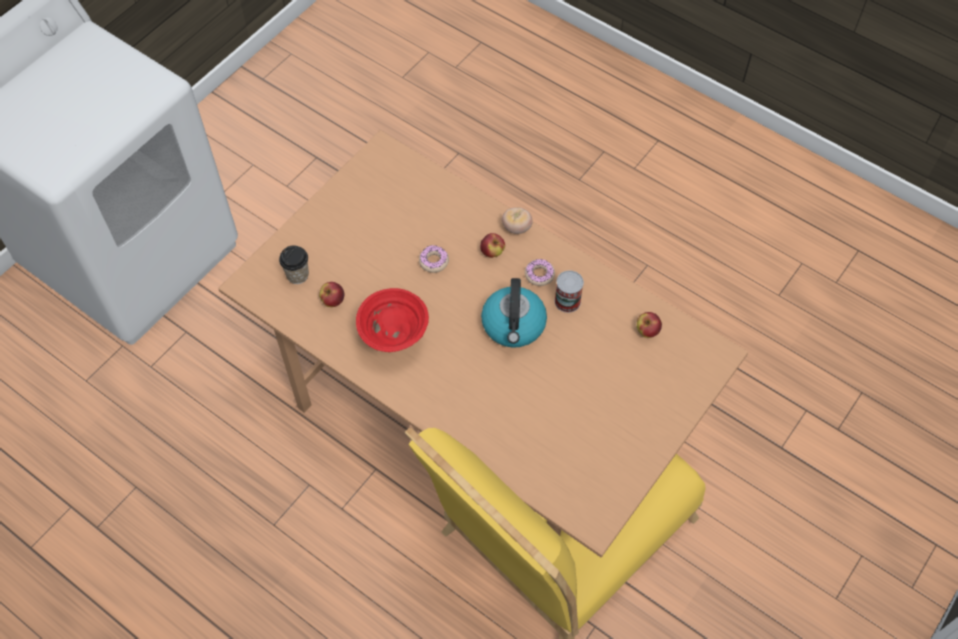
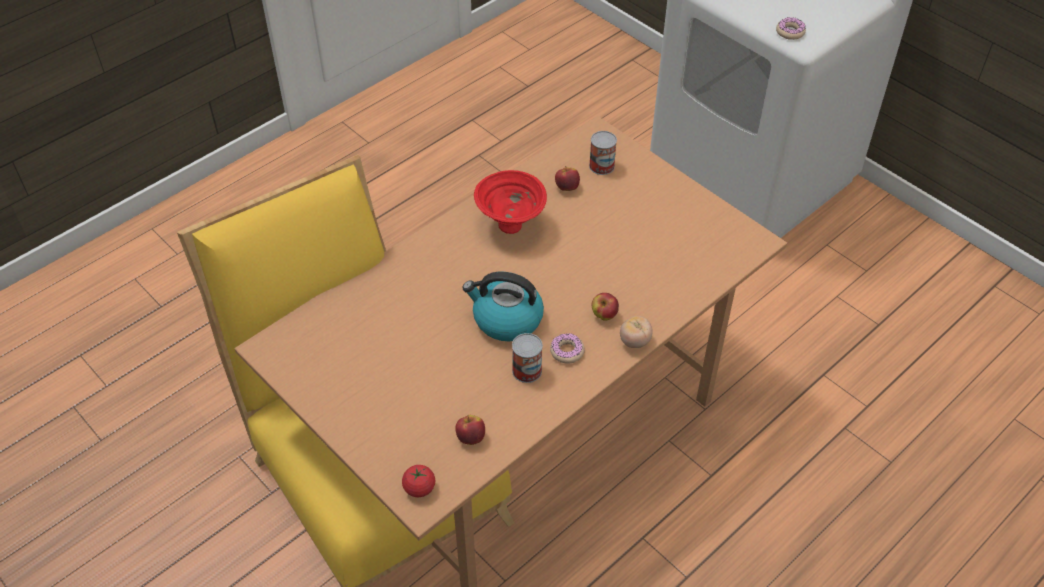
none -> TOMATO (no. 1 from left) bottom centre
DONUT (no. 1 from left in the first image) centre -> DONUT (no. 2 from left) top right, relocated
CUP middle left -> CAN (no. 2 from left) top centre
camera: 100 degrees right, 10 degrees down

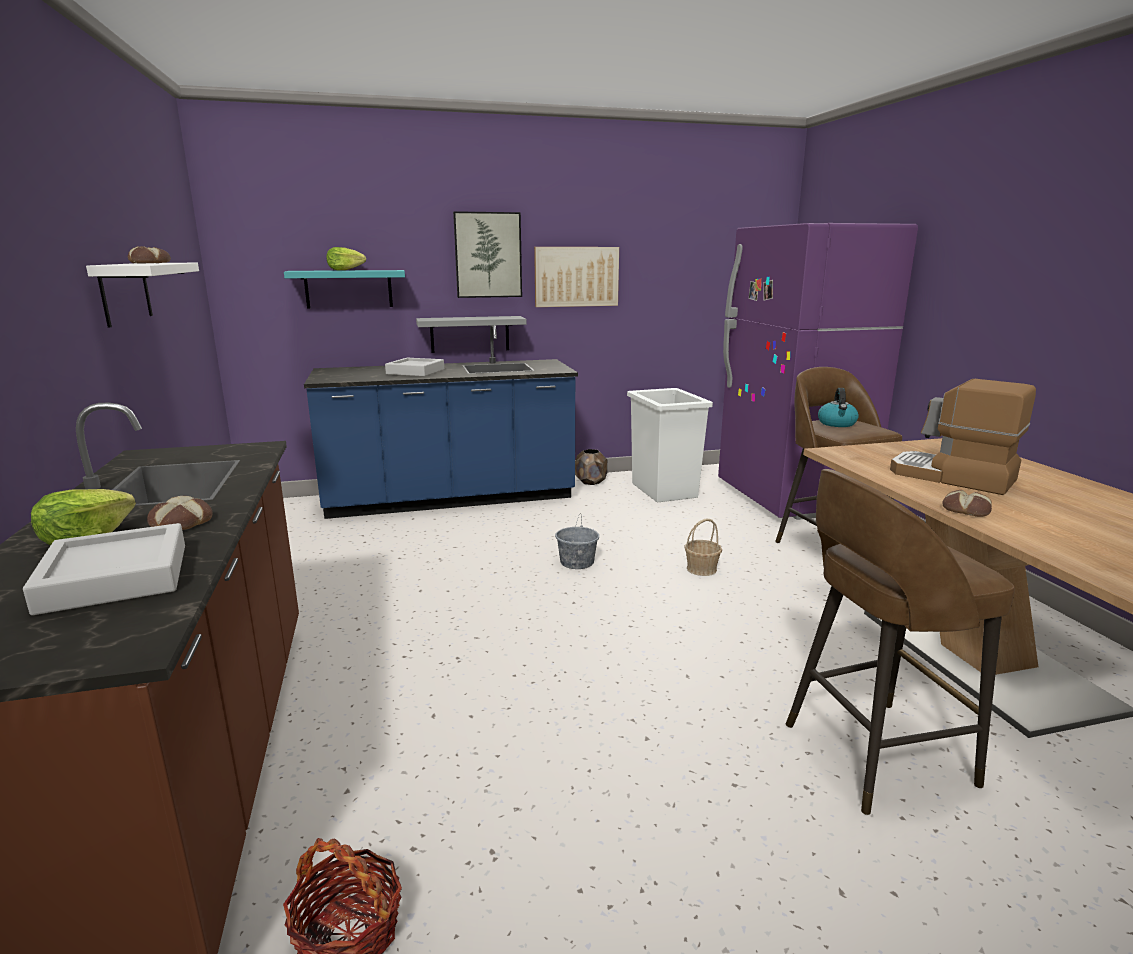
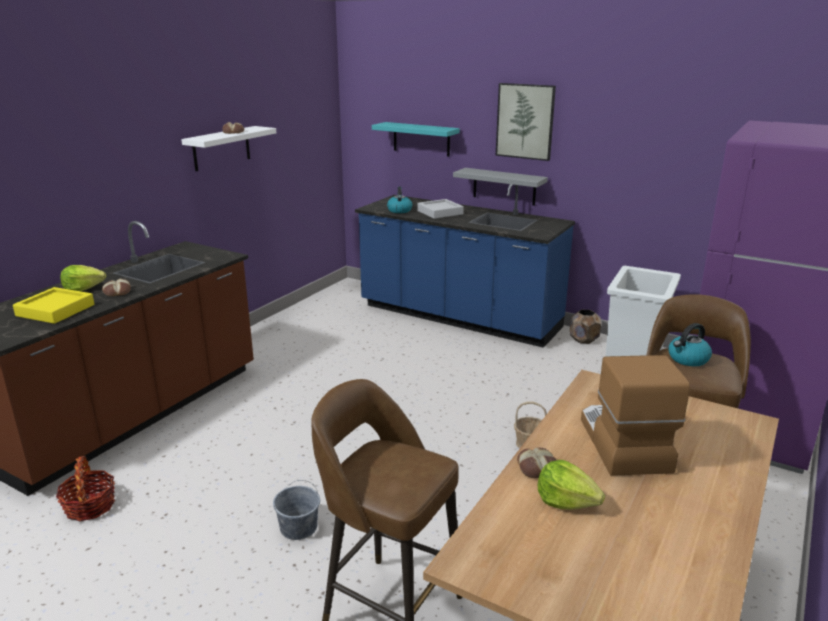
PICTURE (no. 2 from left) top centre -> none
none -> KETTLE (no. 1 from left) top centre
LETTUCE (no. 2 from left) top left -> LETTUCE (no. 2 from left) bottom right, relocated
GREY BUCKET centre -> GREY BUCKET bottom centre, relocated
GREY TRAY (no. 1 from left) middle left -> YELLOW TRAY middle left
camera: 45 degrees right, 5 degrees up

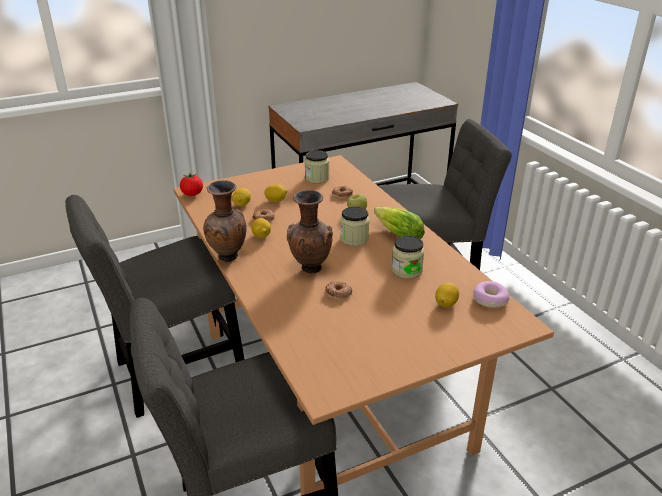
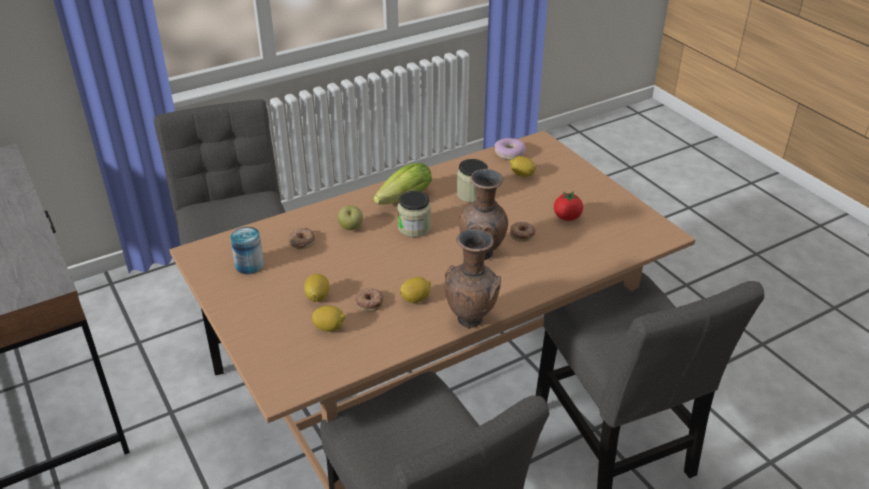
TOMATO middle left -> TOMATO centre, relocated
JAR (no. 1 from left) centre -> CAN middle left
camera: 95 degrees left, 5 degrees up

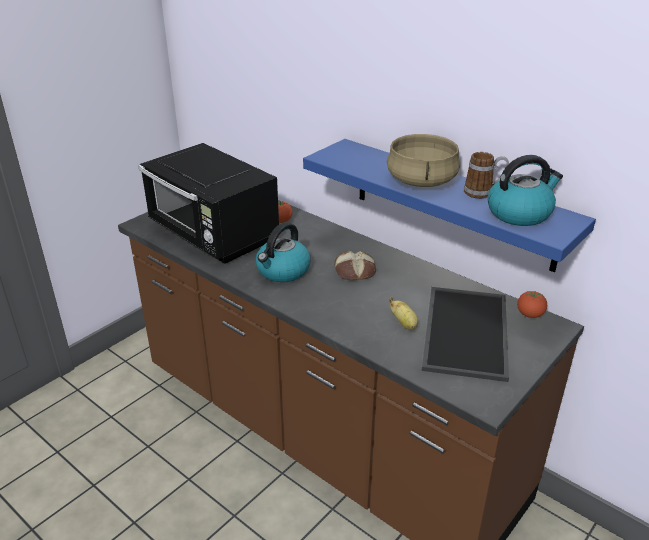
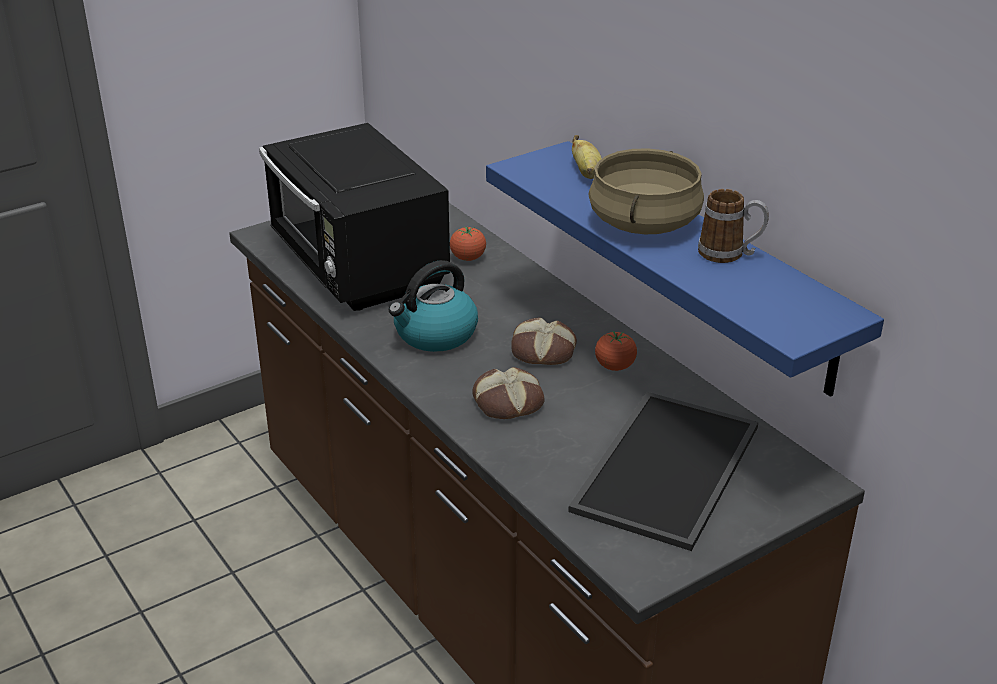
KETTLE (no. 2 from left) middle right -> none
none -> BREAD (no. 1 from left) centre
BANANA centre -> BANANA top centre, relocated
TOMATO (no. 2 from left) middle right -> TOMATO (no. 2 from left) centre, relocated
camera: 15 degrees right, 0 degrees up

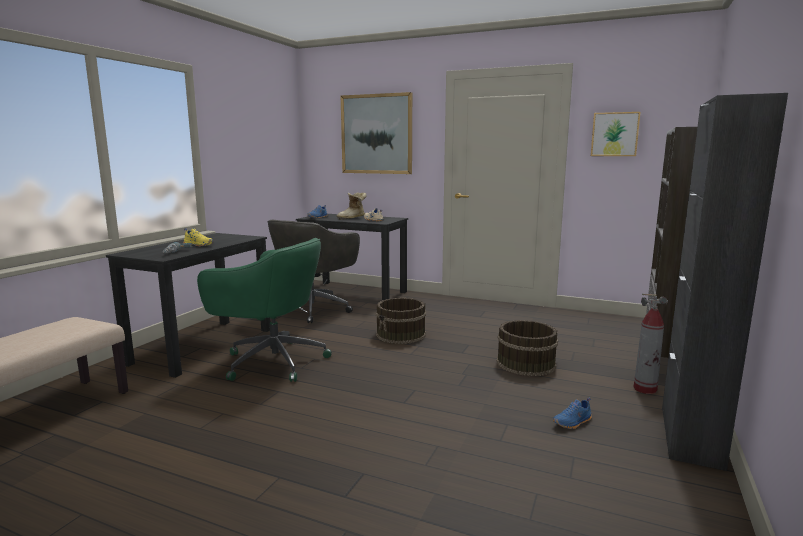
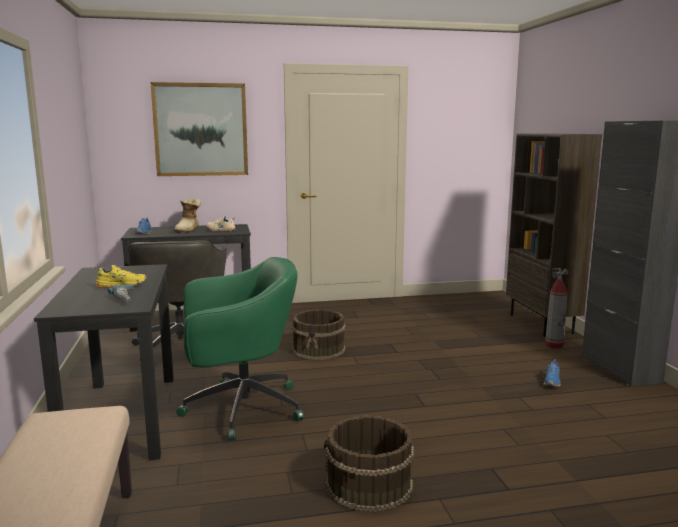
PICTURE (no. 2 from left) top right -> none
BROWN BUCKET (no. 2 from left) centre -> BROWN BUCKET (no. 2 from left) bottom centre, relocated
camera: 35 degrees left, 0 degrees up

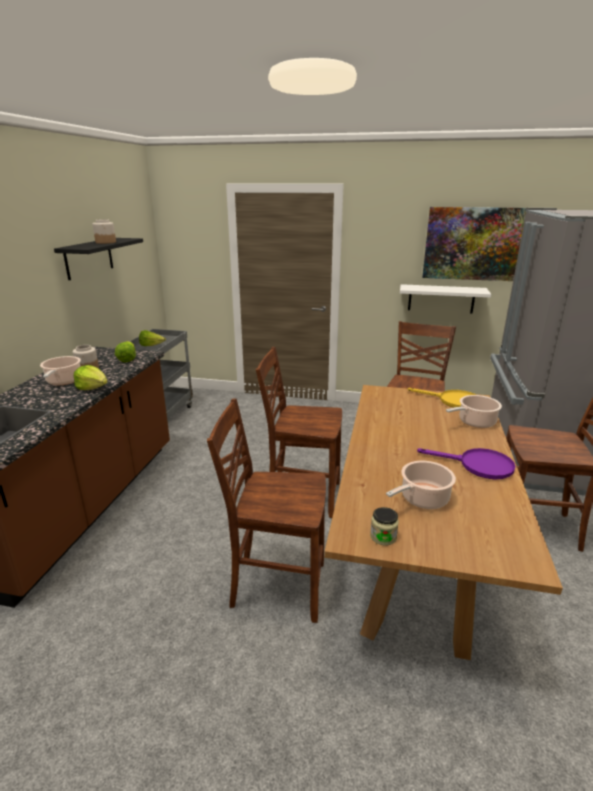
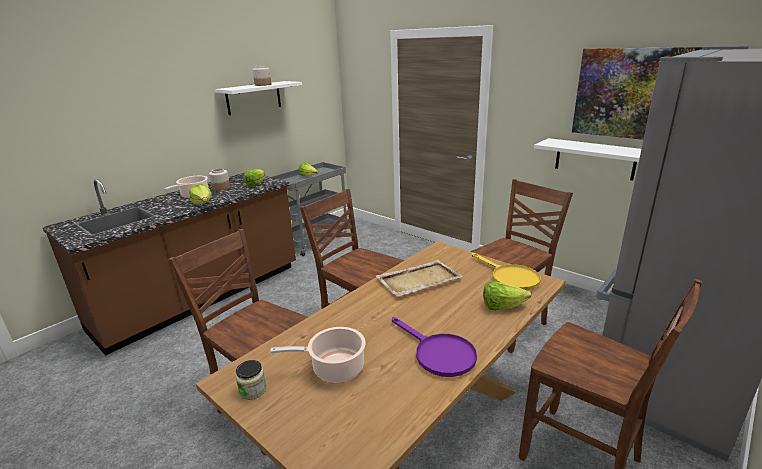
none -> BEIGE TRAY centre
COOKING POT (no. 3 from left) middle right -> LETTUCE (no. 4 from left) centre
BLACK SHELF top left -> WHITE SHELF (no. 1 from left) top centre
camera: 30 degrees right, 0 degrees up

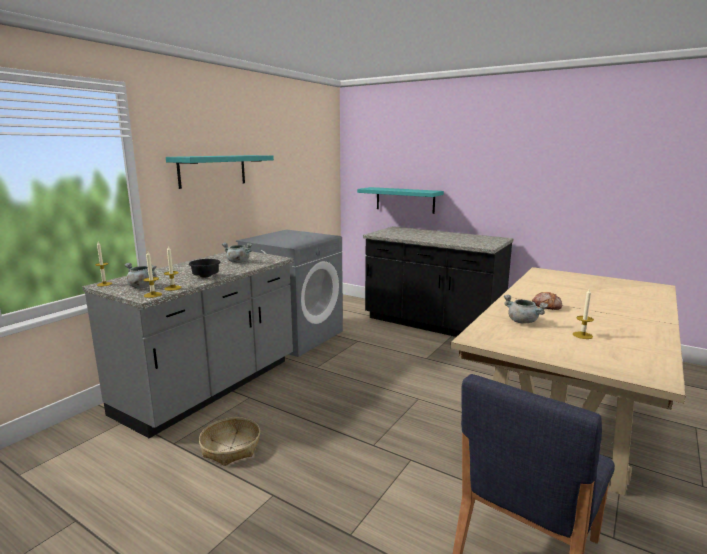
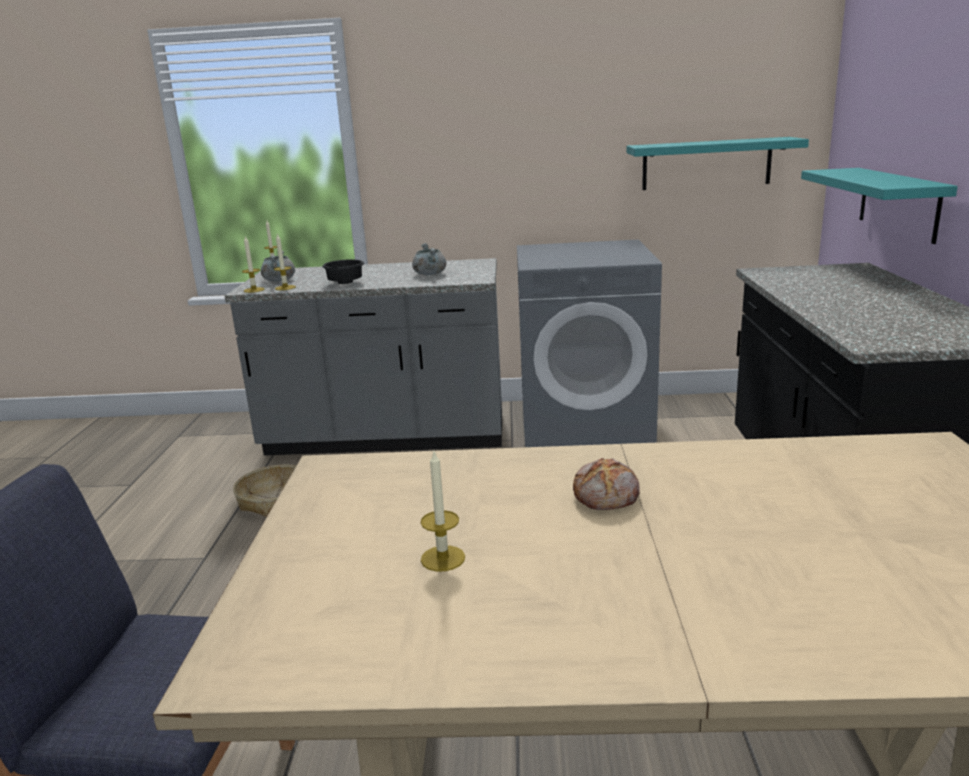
GREY COOKING POT (no. 3 from left) middle right -> none
TURQUOISE SHELF (no. 1 from left) top left -> TURQUOISE SHELF (no. 1 from left) top right, relocated
camera: 60 degrees right, 5 degrees up

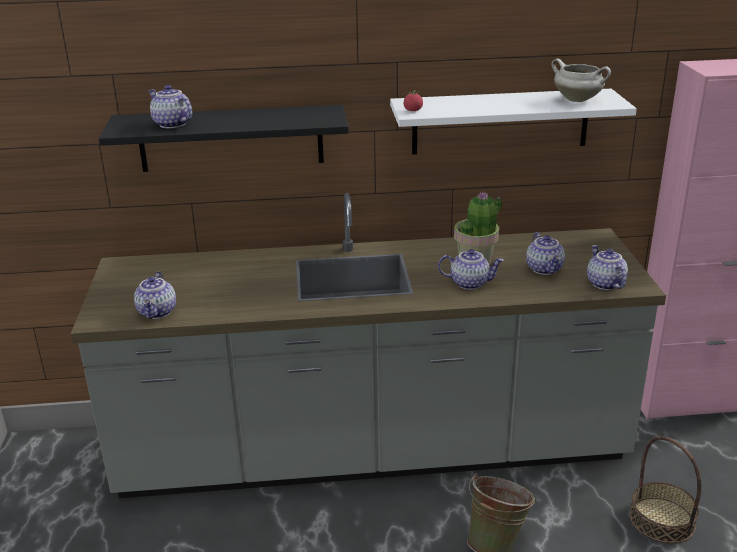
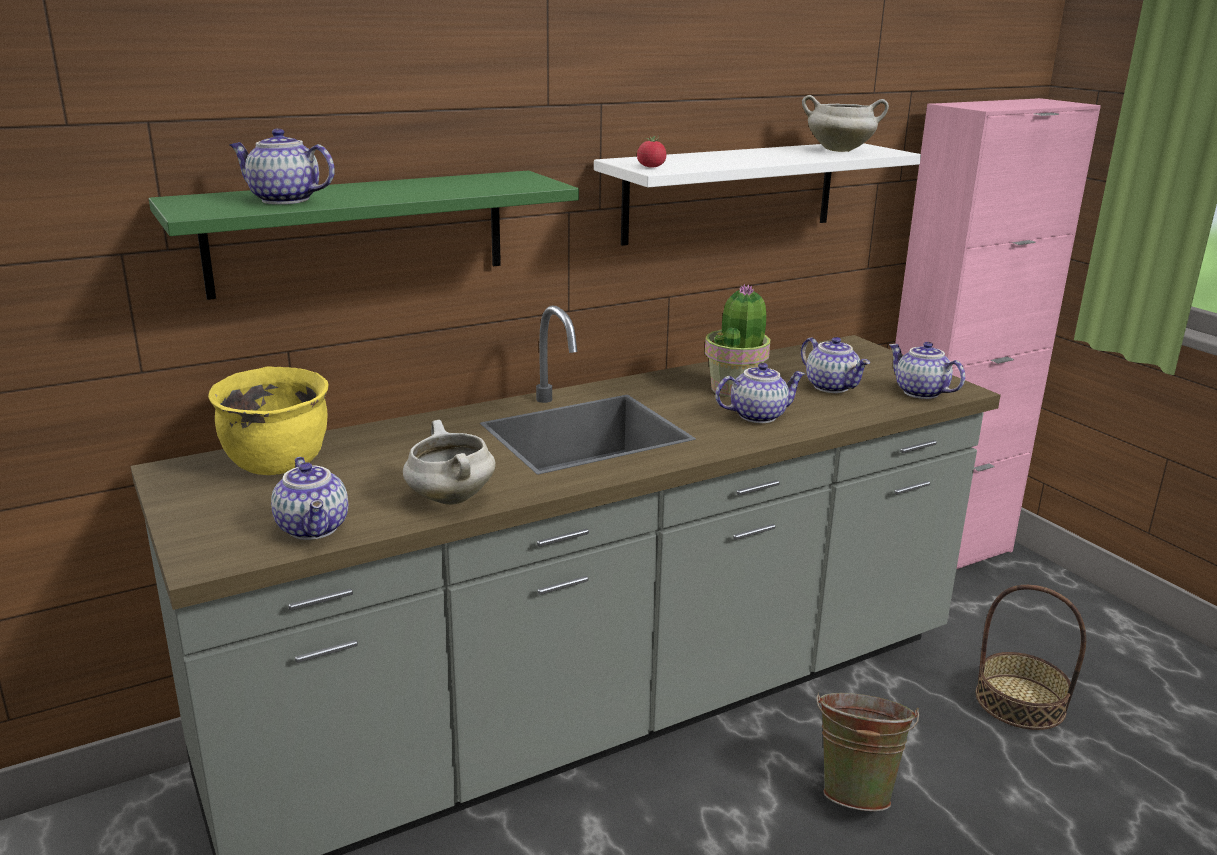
none -> YELLOW COOKING POT middle left
none -> WHITE COOKING POT (no. 1 from left) centre
BLACK SHELF top left -> GREEN SHELF top left
camera: 25 degrees left, 5 degrees down

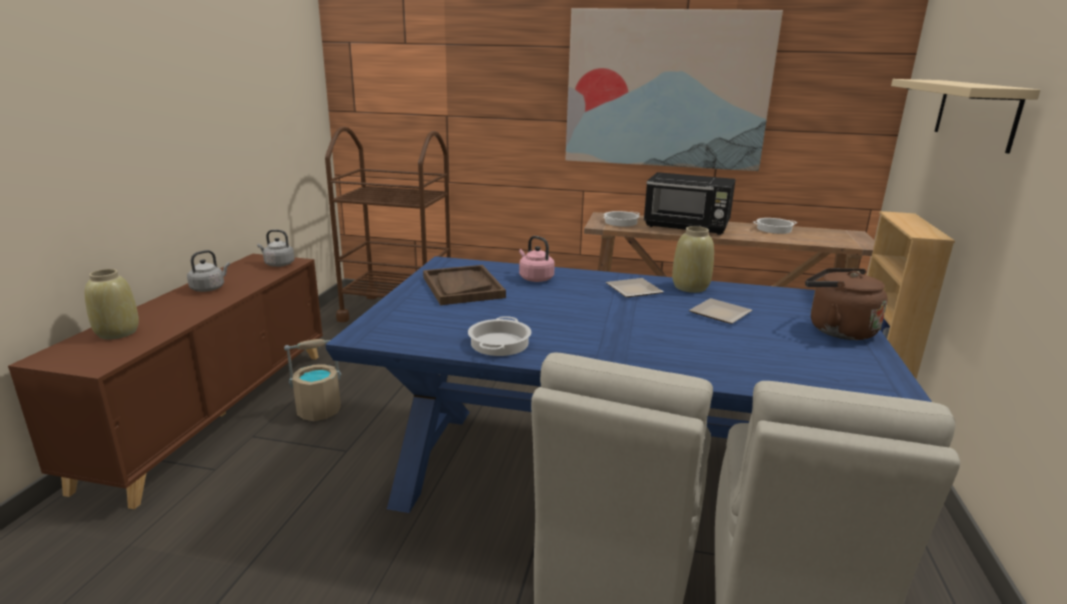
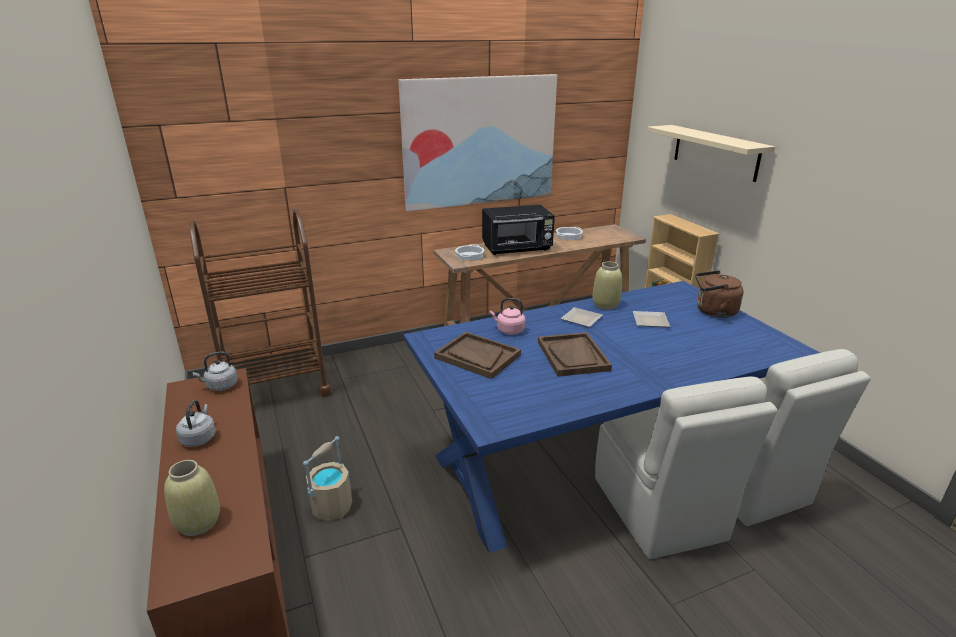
COOKING POT (no. 1 from left) centre -> none
none -> BROWN TRAY (no. 2 from left) centre
camera: 35 degrees left, 5 degrees up

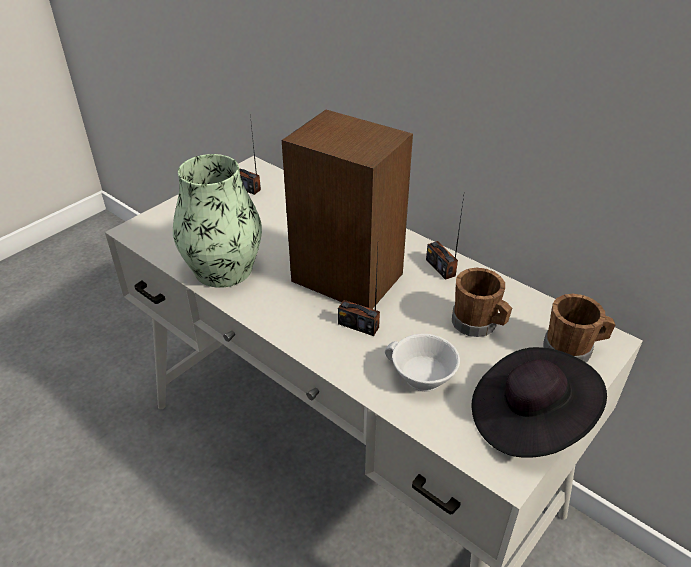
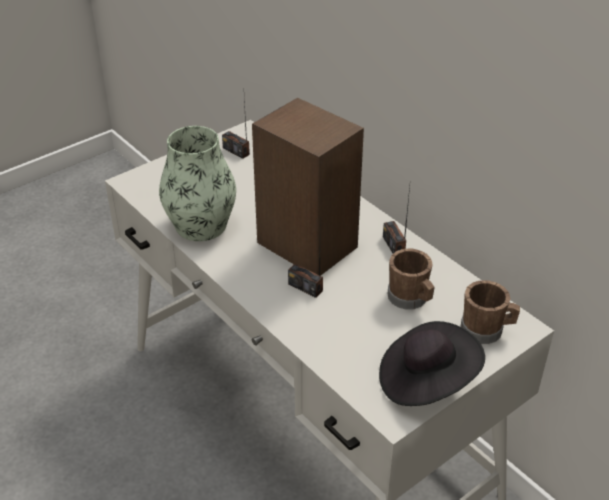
WHITE CUP centre -> none
camera: 10 degrees right, 0 degrees up

